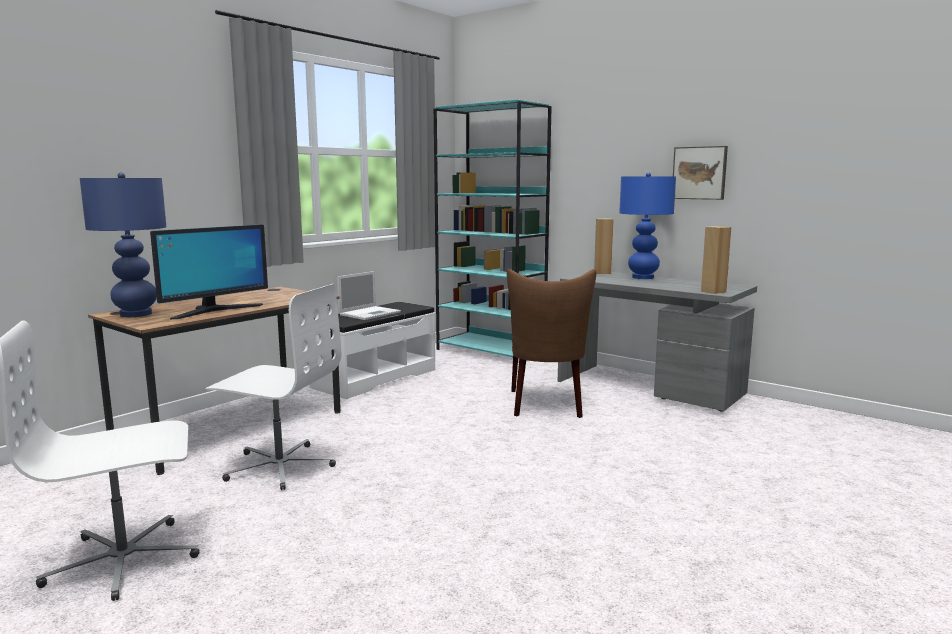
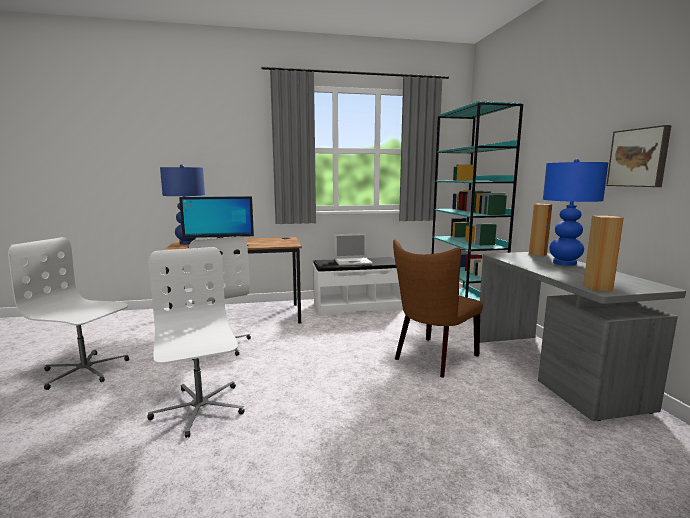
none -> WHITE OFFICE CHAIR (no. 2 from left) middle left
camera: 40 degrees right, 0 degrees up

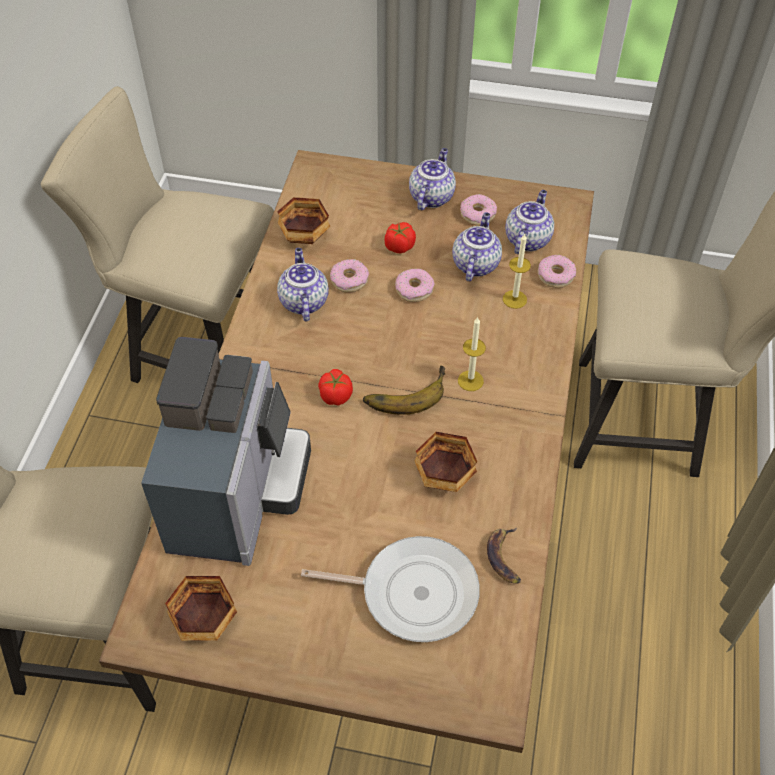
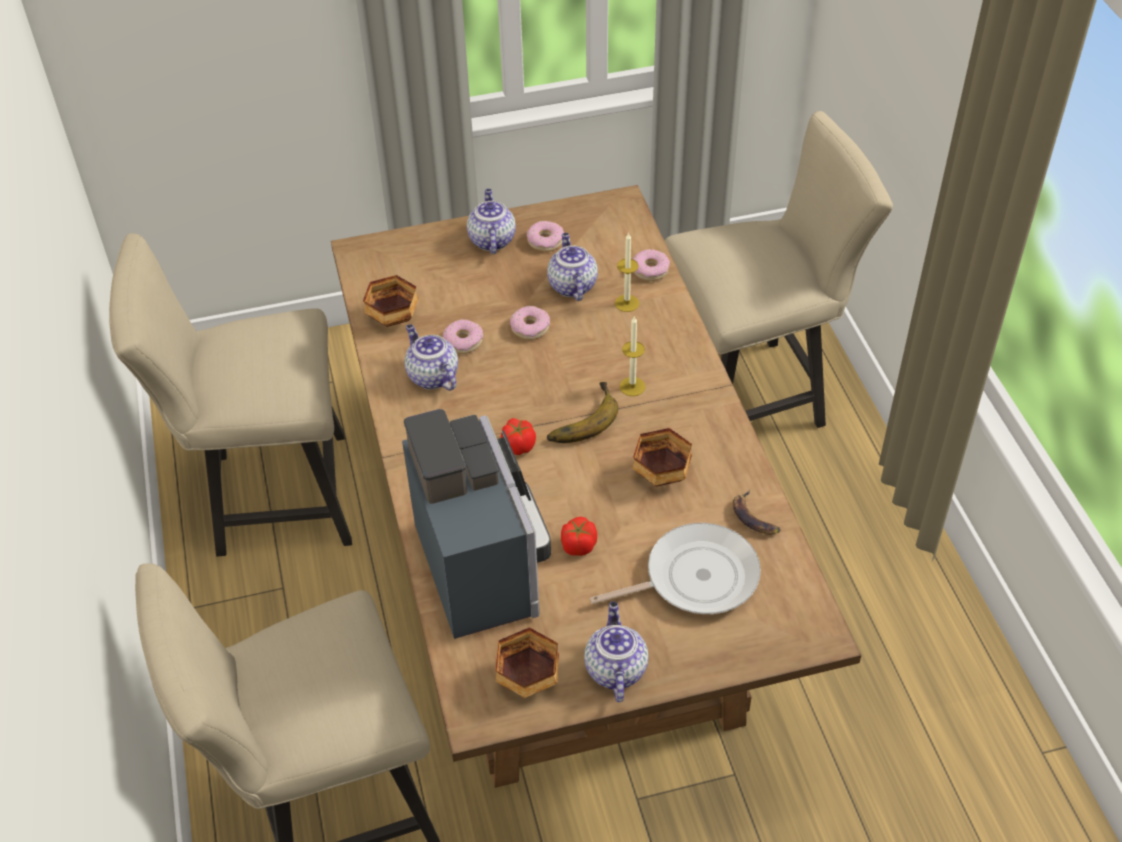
TOMATO (no. 2 from left) top centre -> TOMATO (no. 2 from left) centre, relocated
TEAPOT (no. 4 from left) top right -> TEAPOT (no. 4 from left) bottom centre, relocated
camera: 25 degrees left, 5 degrees down

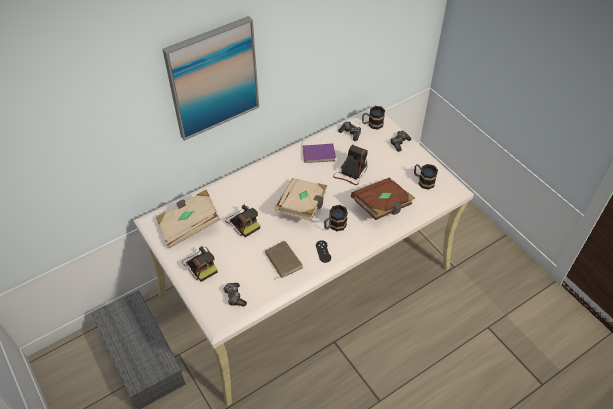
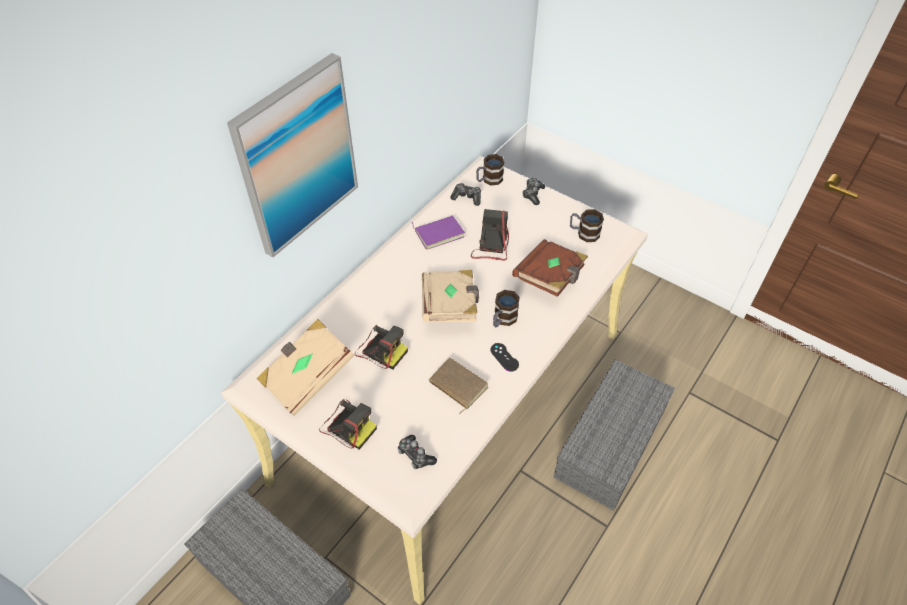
none -> GREY STORAGE BOX (no. 2 from left) bottom right
camera: 20 degrees left, 0 degrees up

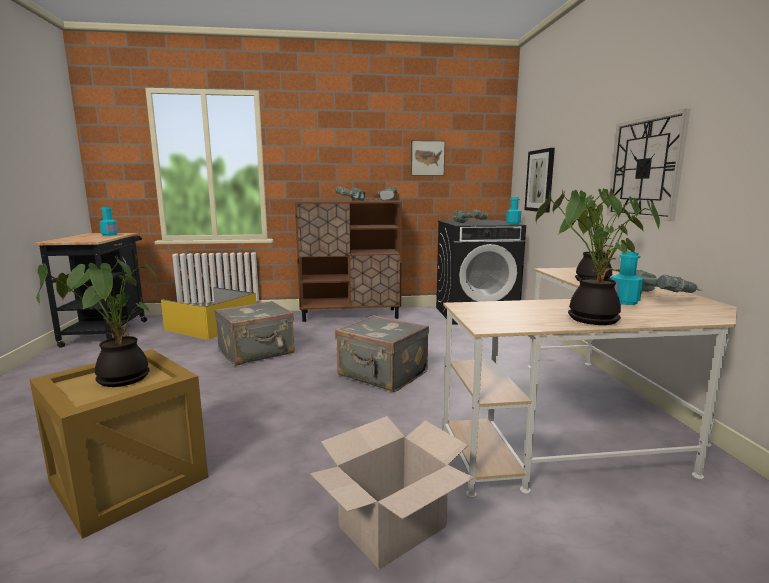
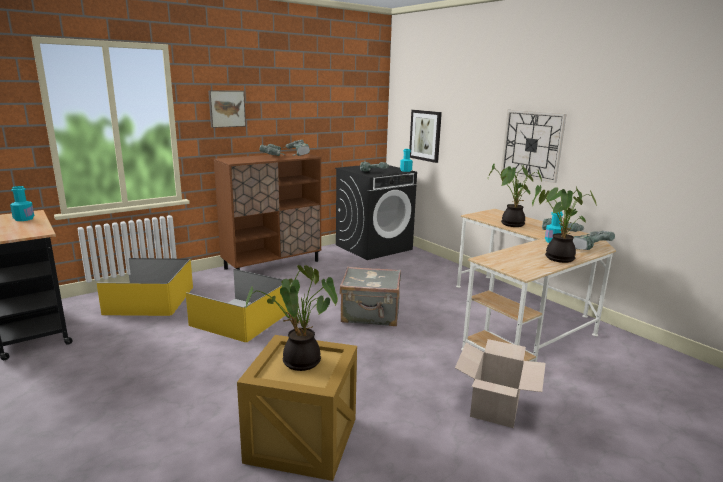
none -> POWER DRILL (no. 5 from left) middle right
PICTURE (no. 1 from left) top centre -> PICTURE (no. 1 from left) top left, relocated
GREY SUITCASE (no. 1 from left) middle left -> YELLOW STORAGE BOX (no. 2 from left) middle left
camera: 30 degrees left, 5 degrees up

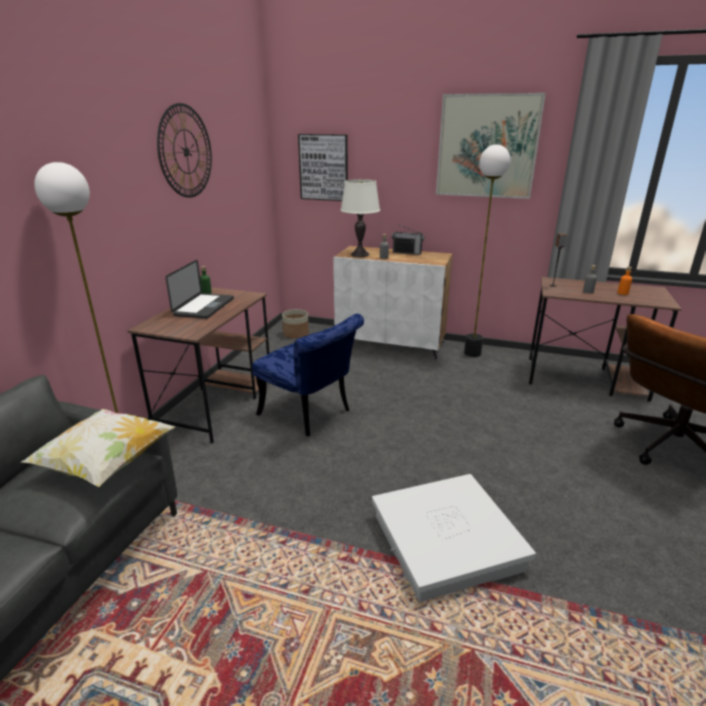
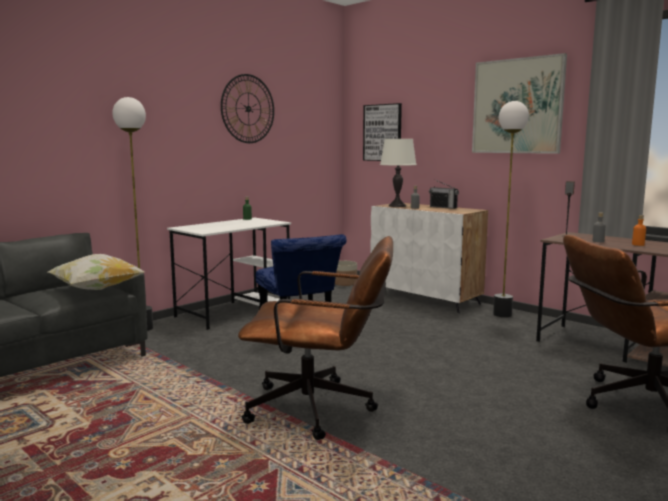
LAPTOP middle left -> none
WHITE STORAGE BOX bottom centre -> BROWN OFFICE CHAIR (no. 1 from left) bottom centre
BROWN DESK (no. 1 from left) middle left -> WHITE DESK centre
camera: 25 degrees right, 15 degrees down

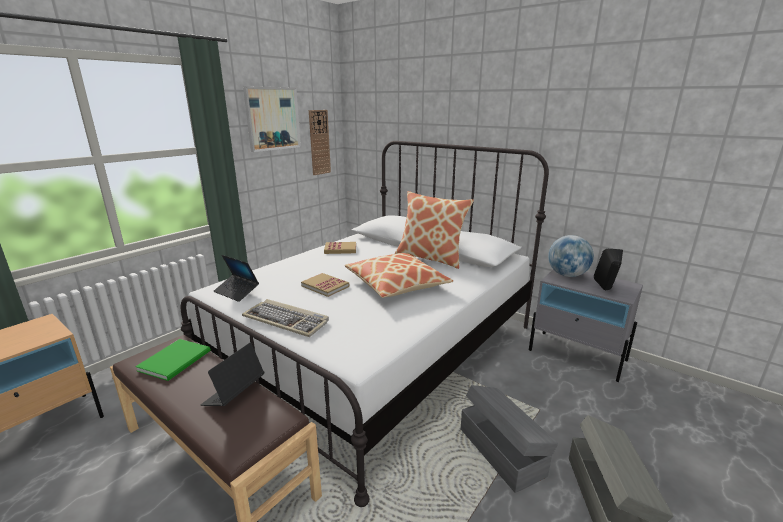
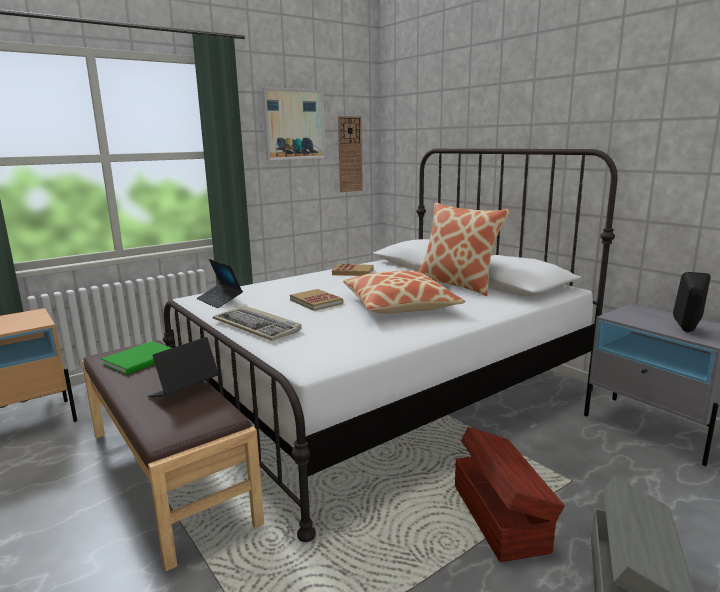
GLOBE middle right -> none
GREY STORAGE BOX (no. 1 from left) bottom centre -> BROWN STORAGE BOX bottom right
camera: 15 degrees right, 5 degrees down

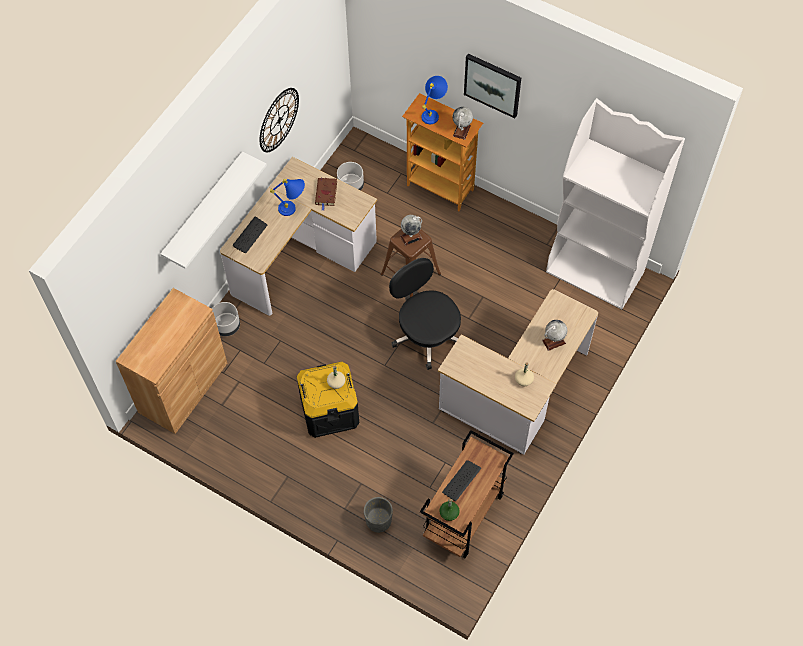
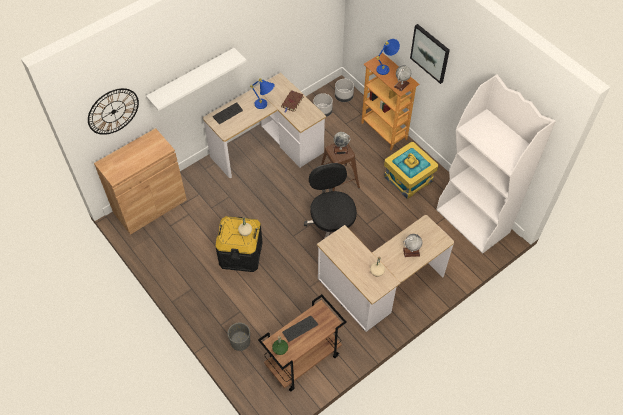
none -> YELLOW STORAGE BOX centre
GREY PLANTER (no. 1 from left in the first image) middle left -> GREY PLANTER (no. 3 from left) top centre, relocated
WALL CLOCK top centre -> WALL CLOCK top left, relocated
camera: 20 degrees right, 5 degrees down

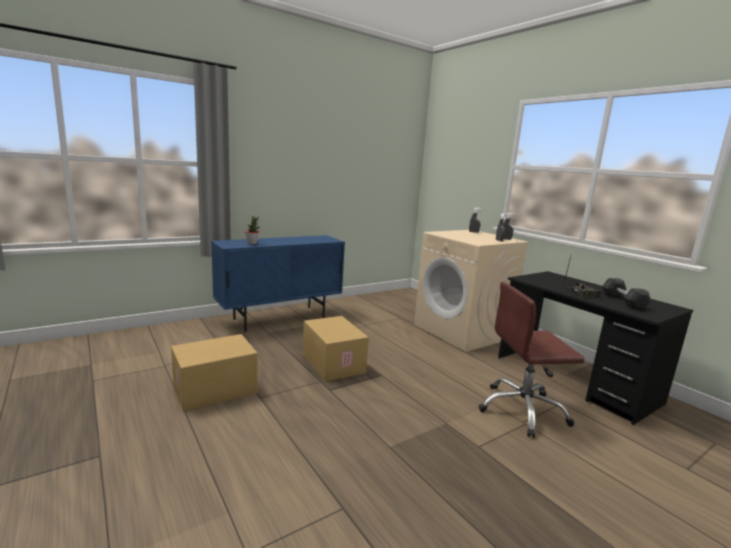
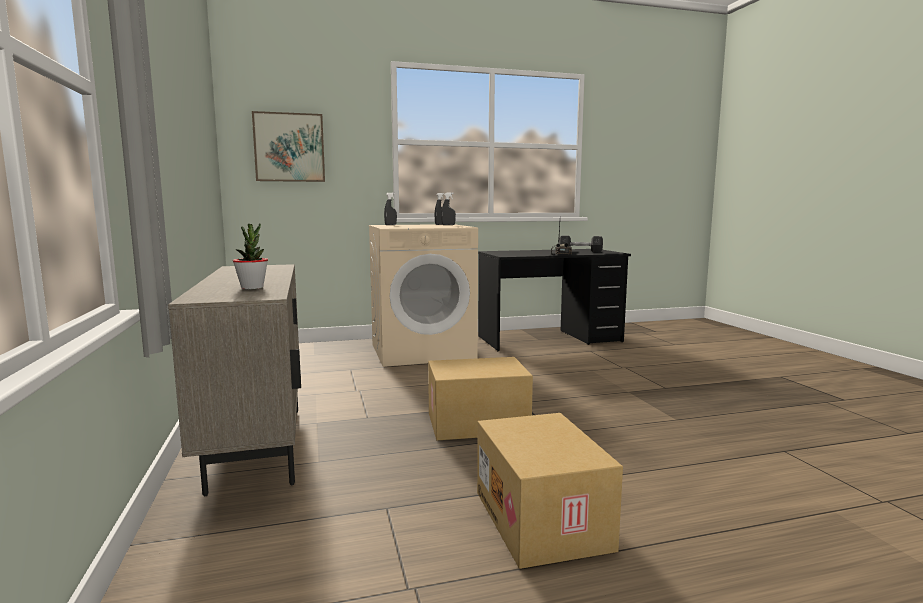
BROWN OFFICE CHAIR middle right -> none
none -> PICTURE top left
BLUE CABINET centre -> BEIGE CABINET middle left
camera: 70 degrees left, 5 degrees down

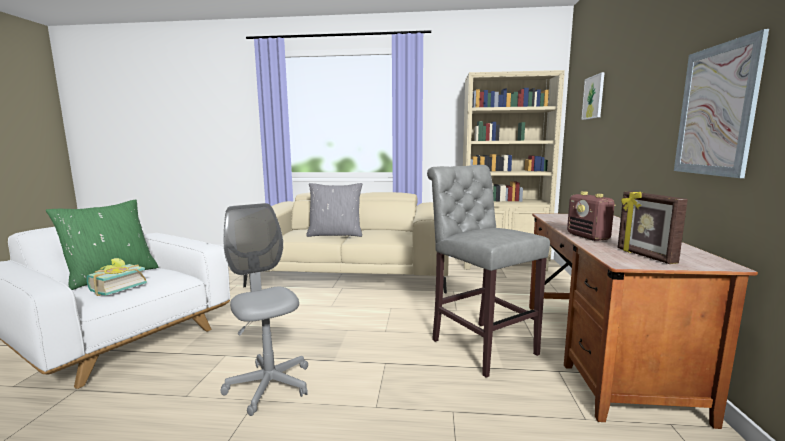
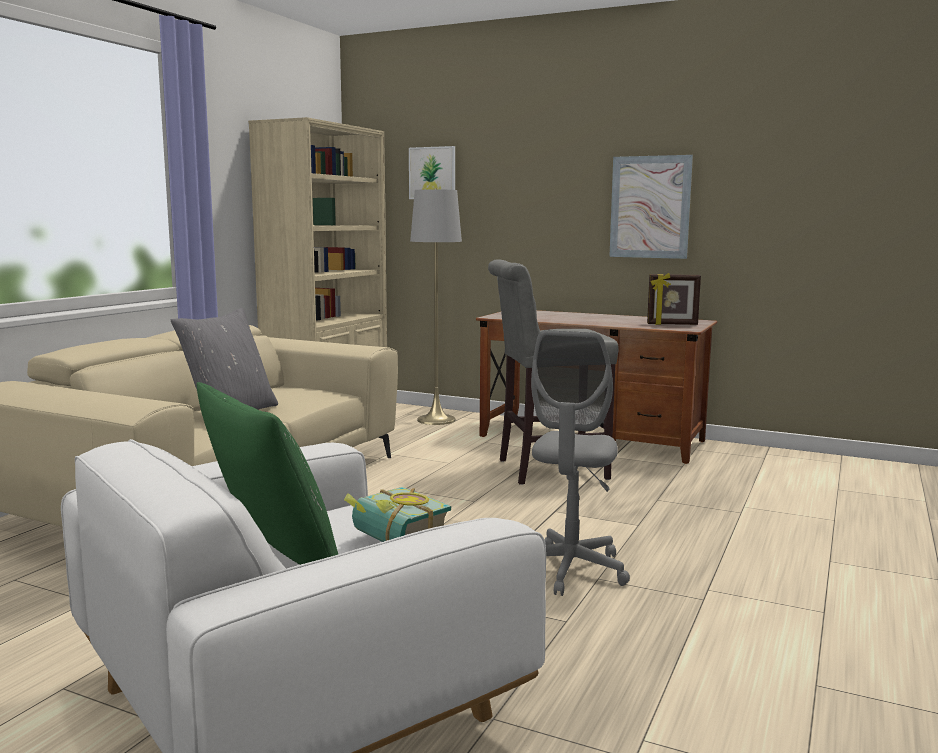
RADIO middle right -> none
none -> GREY FLOOR LAMP centre
GREY OFFICE CHAIR bottom centre -> GREY OFFICE CHAIR centre, 60 degrees counterclockwise
camera: 70 degrees left, 0 degrees up

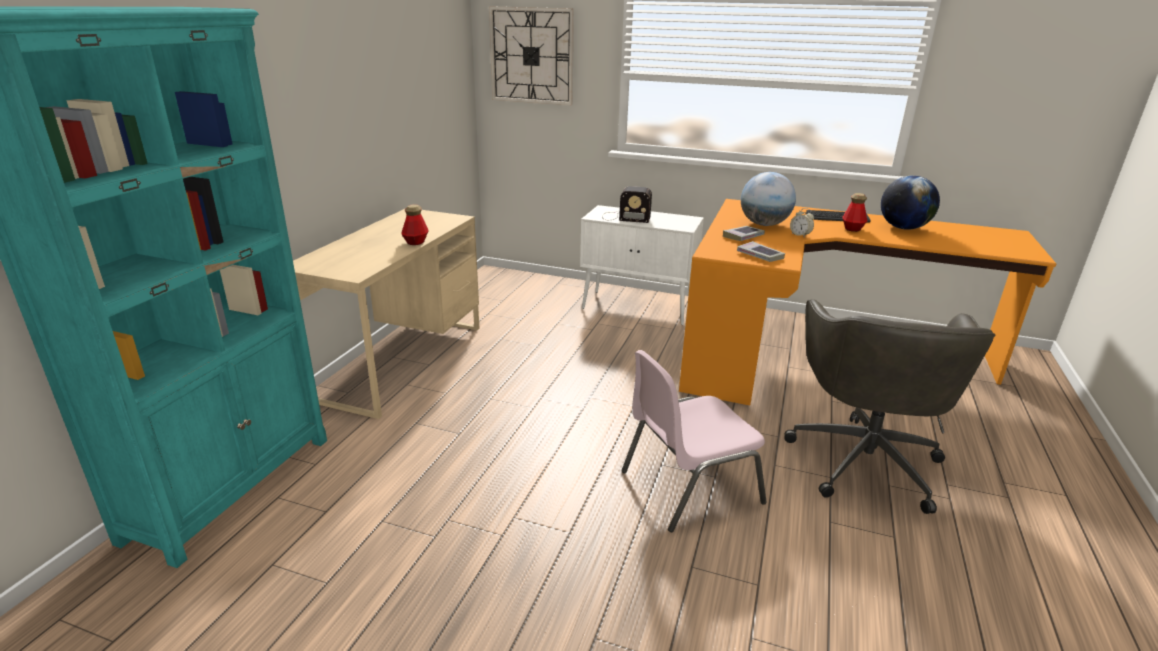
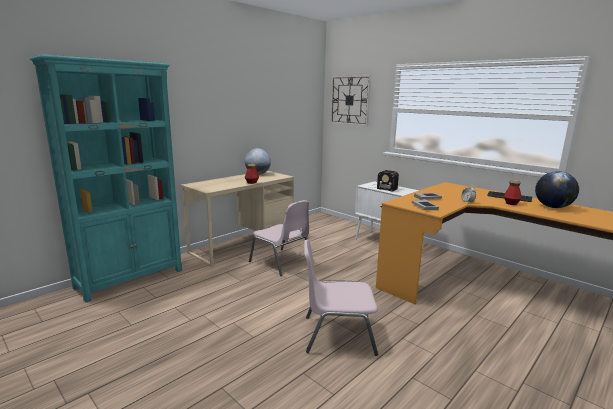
GREY OFFICE CHAIR middle right -> none
none -> PINK CHAIR (no. 1 from left) centre
GLOBE (no. 1 from left) top centre -> GLOBE (no. 1 from left) centre, relocated
camera: 25 degrees right, 10 degrees down

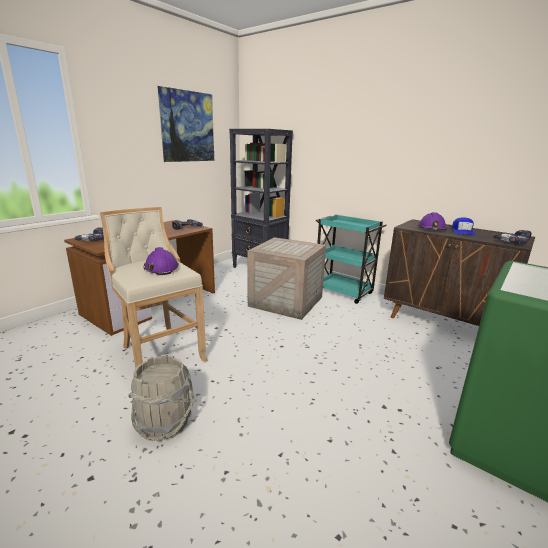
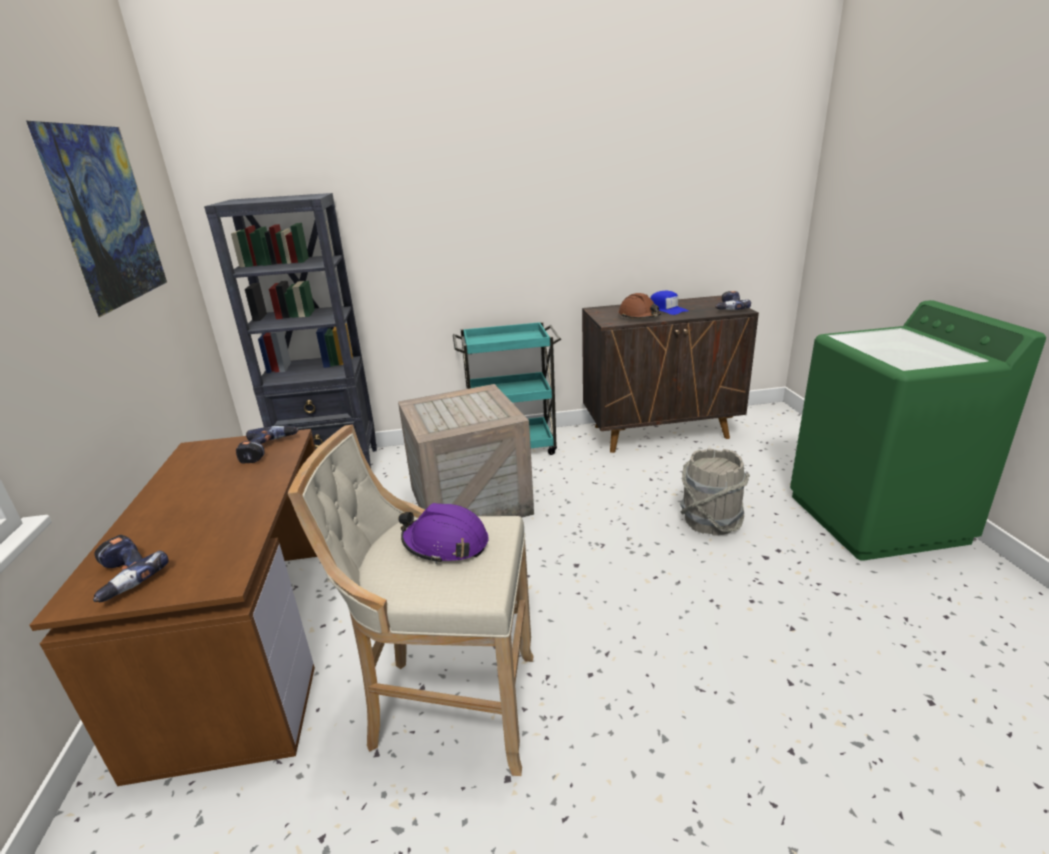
GREY BUCKET bottom left -> GREY BUCKET middle right, relocated
PURPLE HARD HAT (no. 2 from left) middle right -> BROWN HARD HAT centre
camera: 45 degrees left, 5 degrees up

